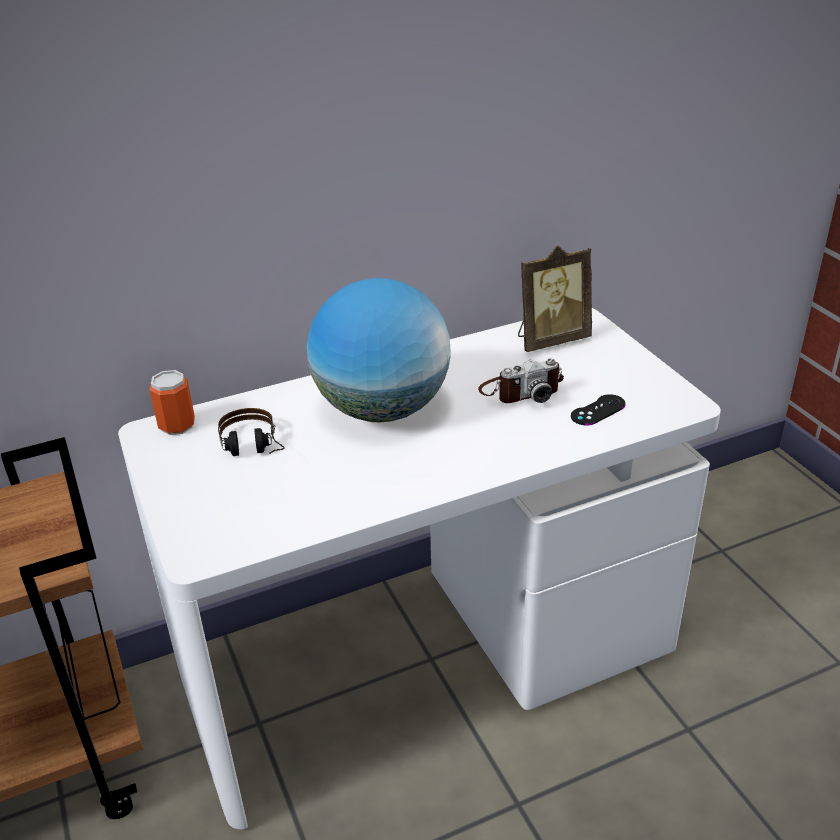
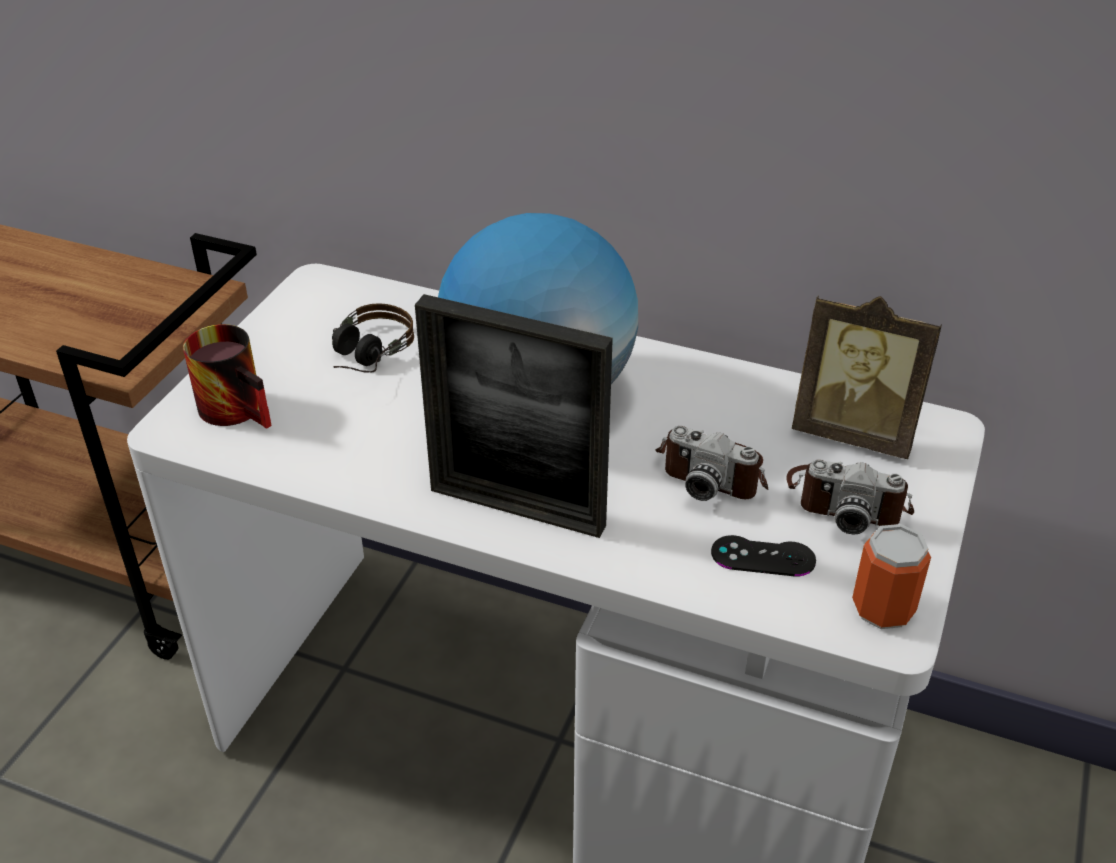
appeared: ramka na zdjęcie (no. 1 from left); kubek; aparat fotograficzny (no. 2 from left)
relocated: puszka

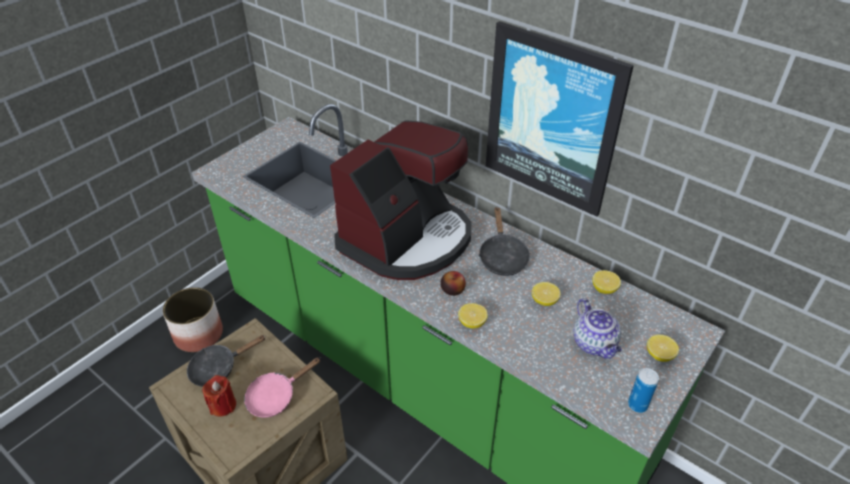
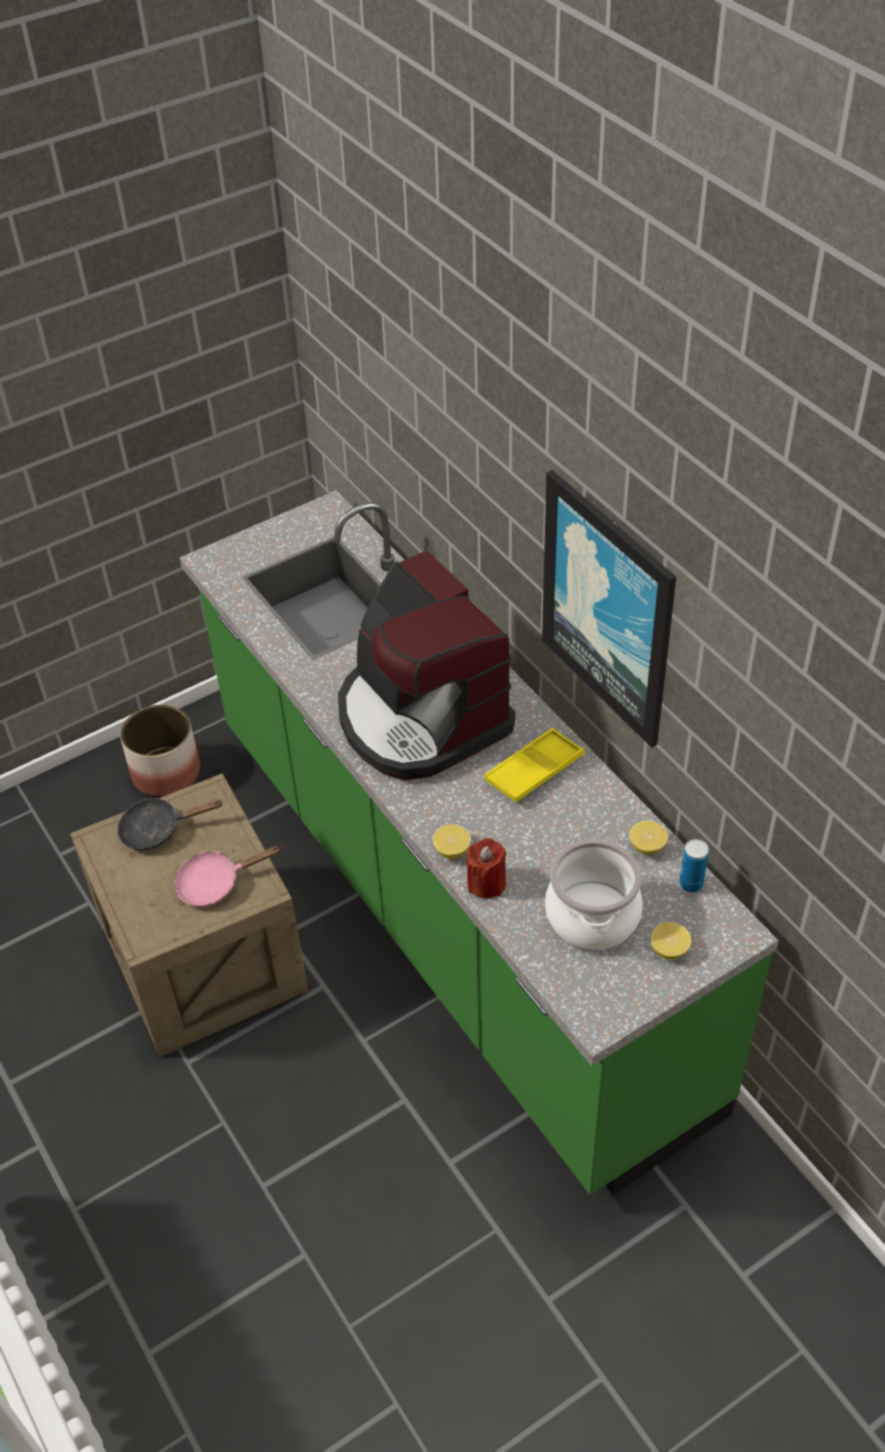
missing: jabłko; cytryna (no. 2 from left)
relocated: puszka; świeca [czerwony]
exchanged: patelnia [czarny] (no. 2 from left) to taca [żółty]; imbryk to garnek
spun: ekspres do kawy 90 degrees clockwise

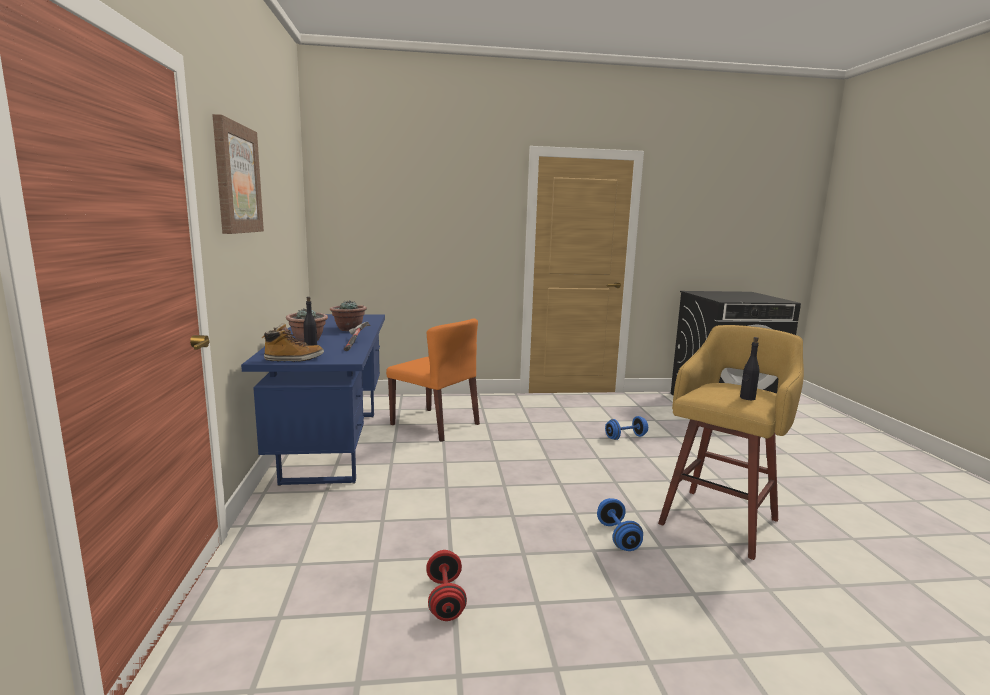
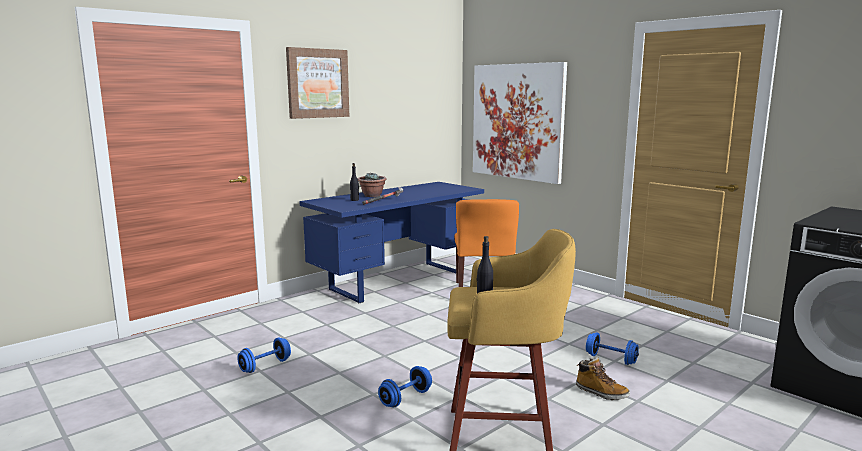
missing: roślina doniczkowa (no. 2 from left)
appeared: obraz (no. 2 from left)
relocated: but z cholewką
colour: hantel [czerwony] to hantel [niebieski] (no. 1 from left)

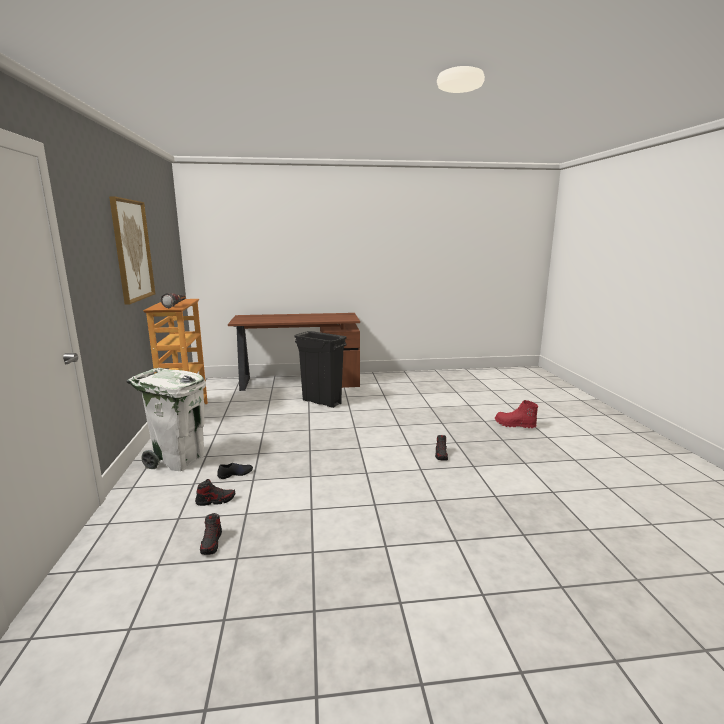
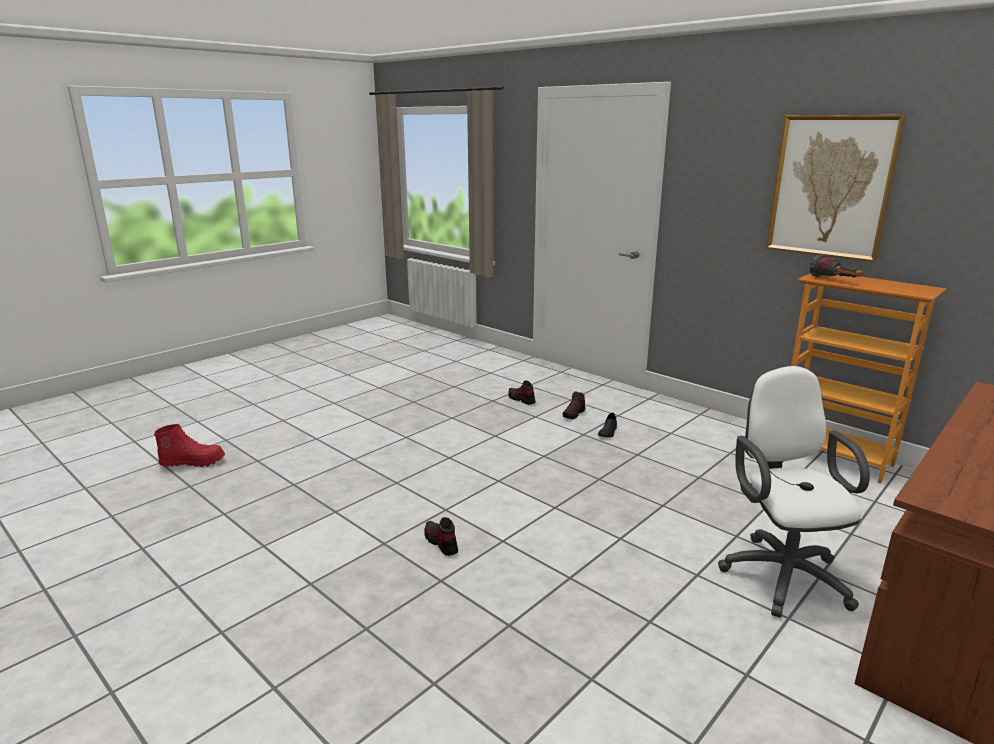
missing: kosz na śmieci [biały]
relocated: but z cholewką [czerwony]
exchanged: kosz na śmieci [czarny] to krzesło biurowe [biały]

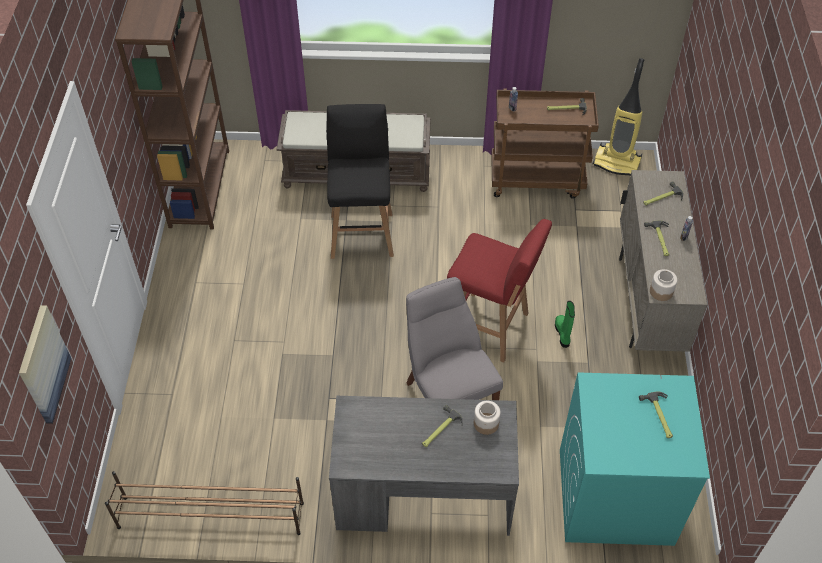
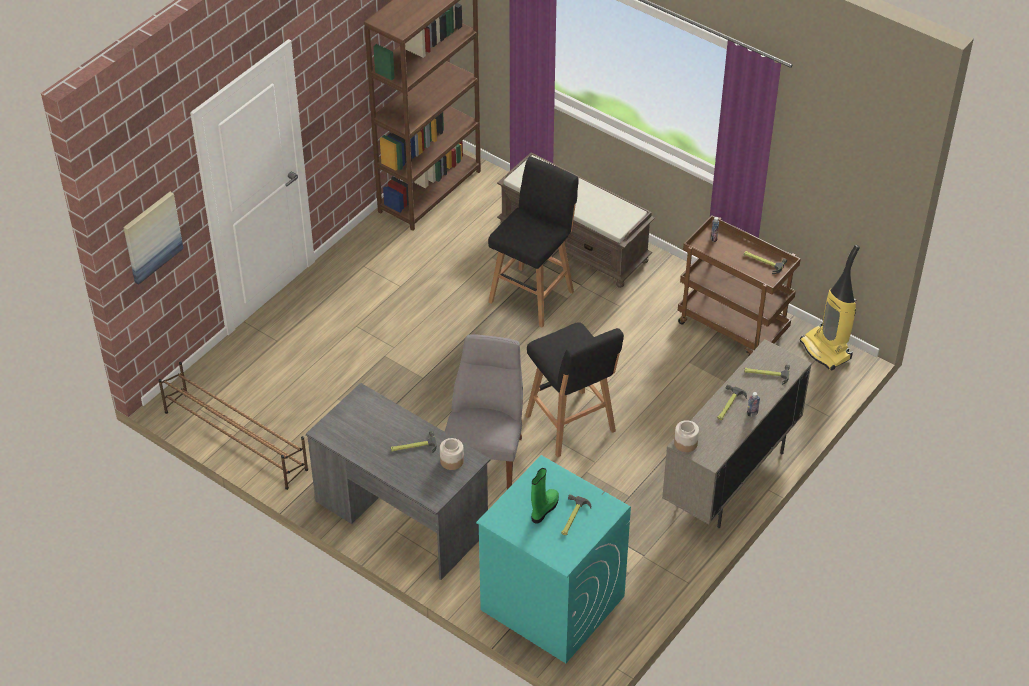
relocated: but z cholewką [zielony]
colour: stołek [czerwony] to stołek [czarny] (no. 2 from left)

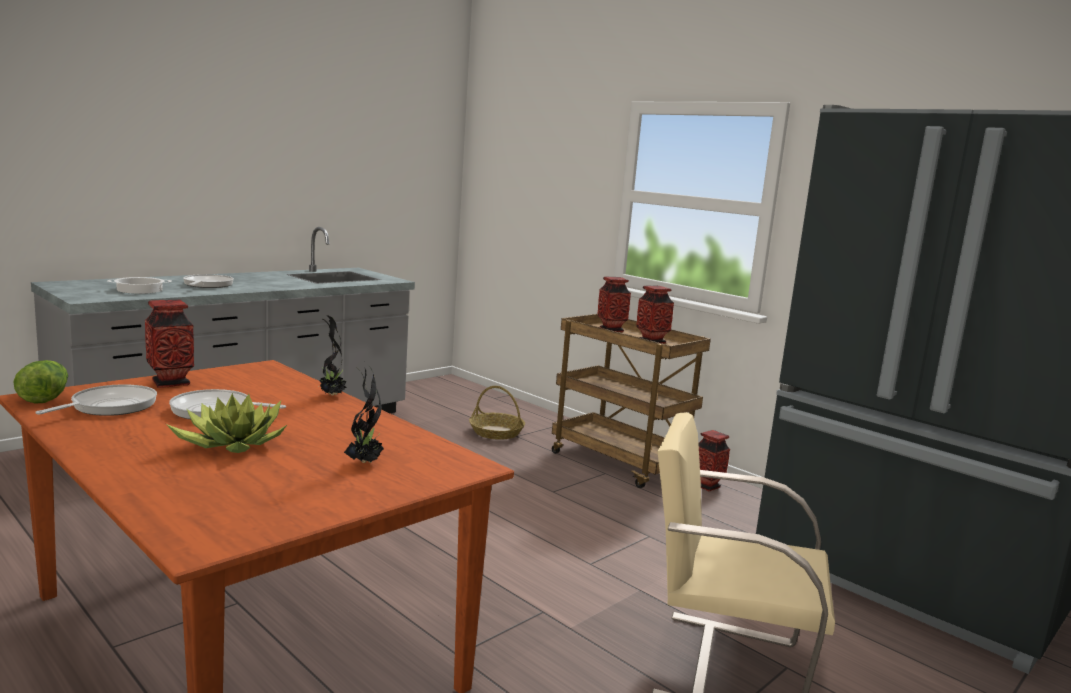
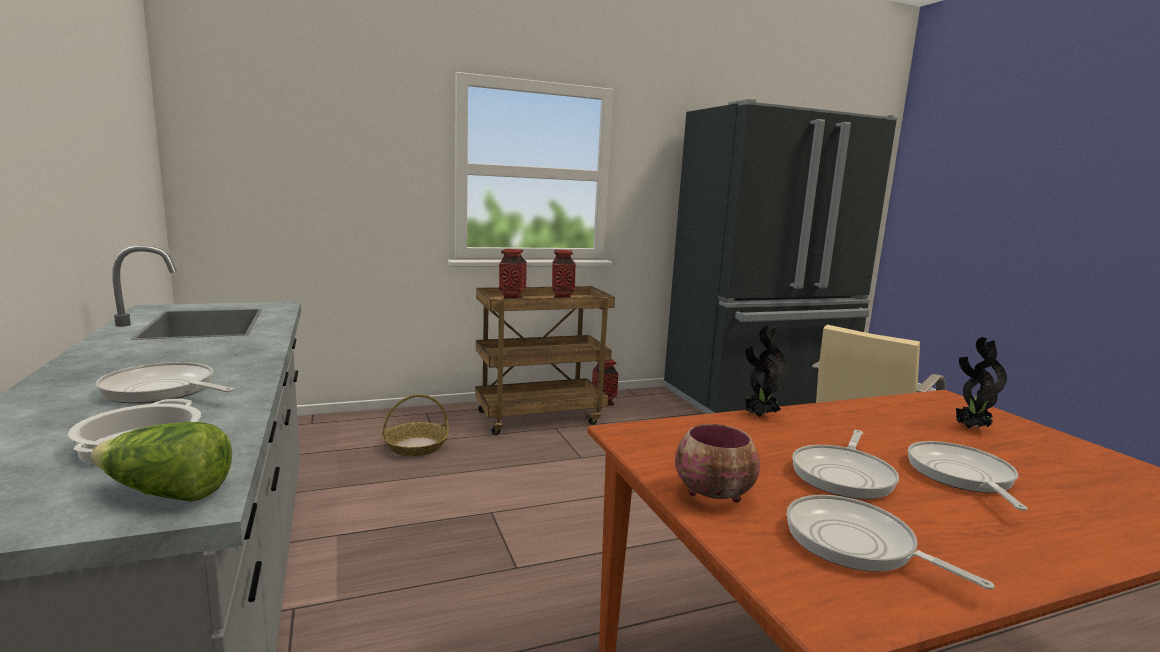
relocated: sałata
exchanged: wazon (no. 1 from left) to miska; roślina doniczkowa (no. 1 from left) to patelnia (no. 4 from left)

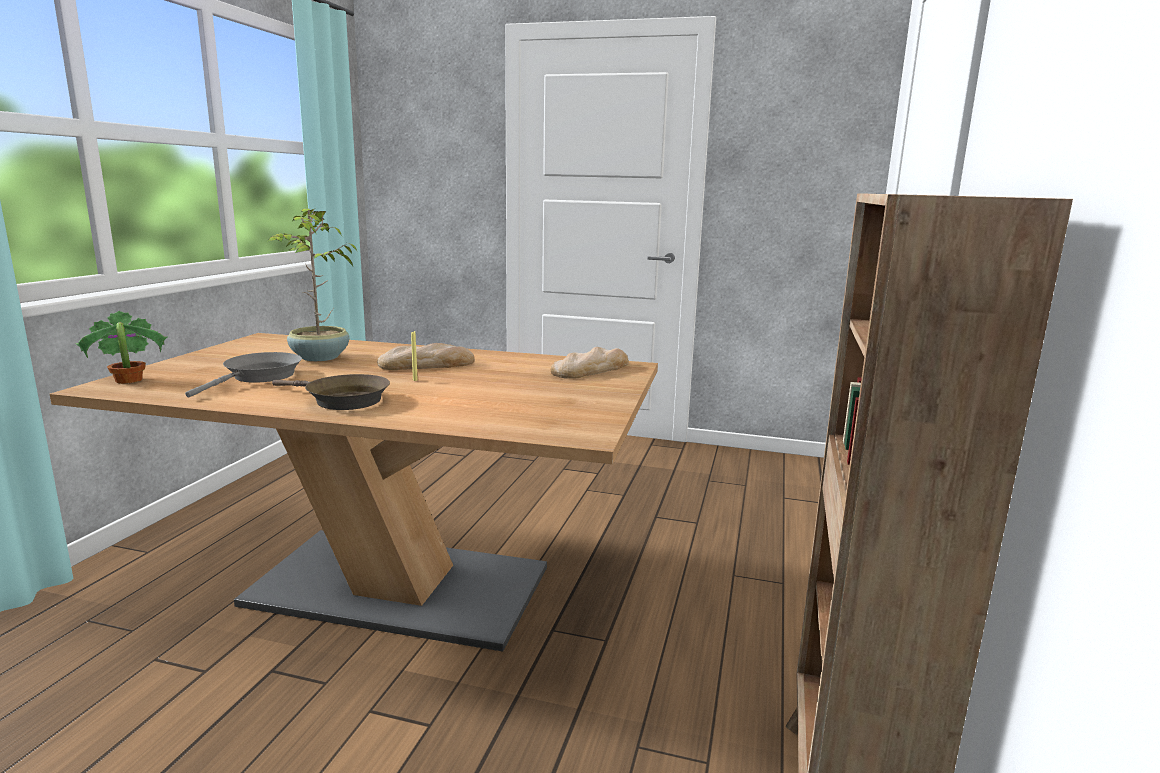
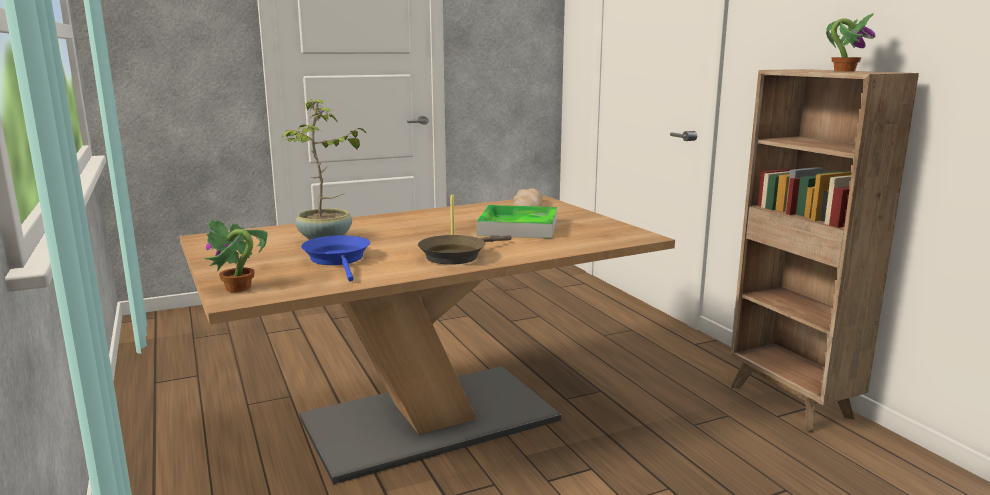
missing: chleb (no. 1 from left)
appeared: roślina doniczkowa (no. 3 from left); taca
colour: patelnia [szary] to patelnia [niebieski]
spun: patelnia [brązowy] 150 degrees clockwise

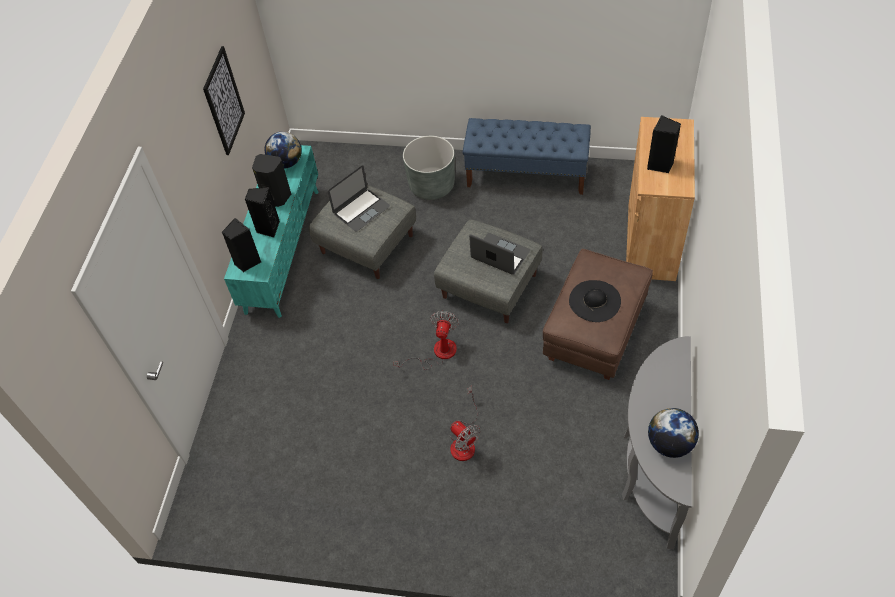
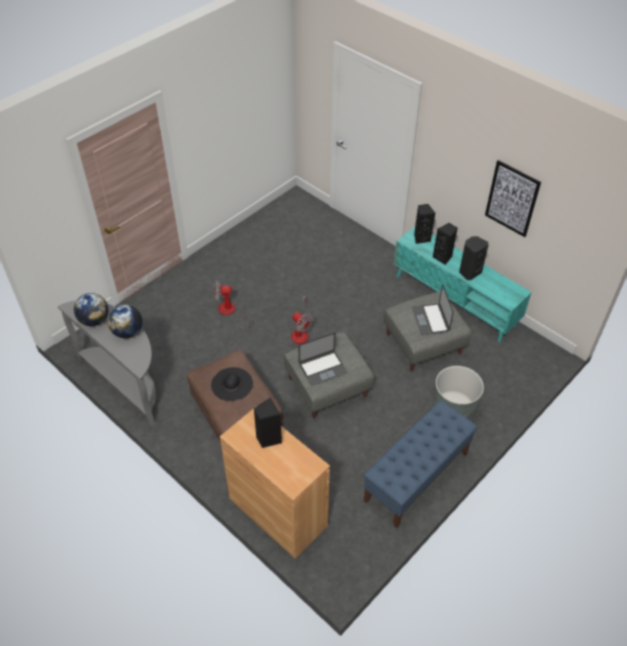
relocated: globus (no. 1 from left in the first image) to globus (no. 2 from left)

